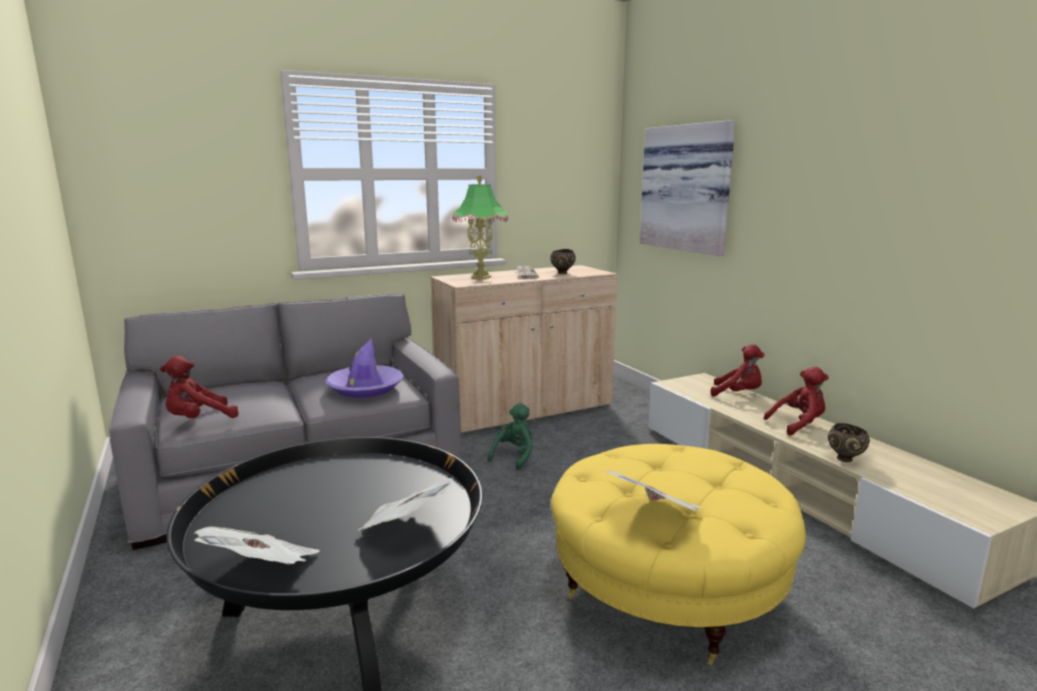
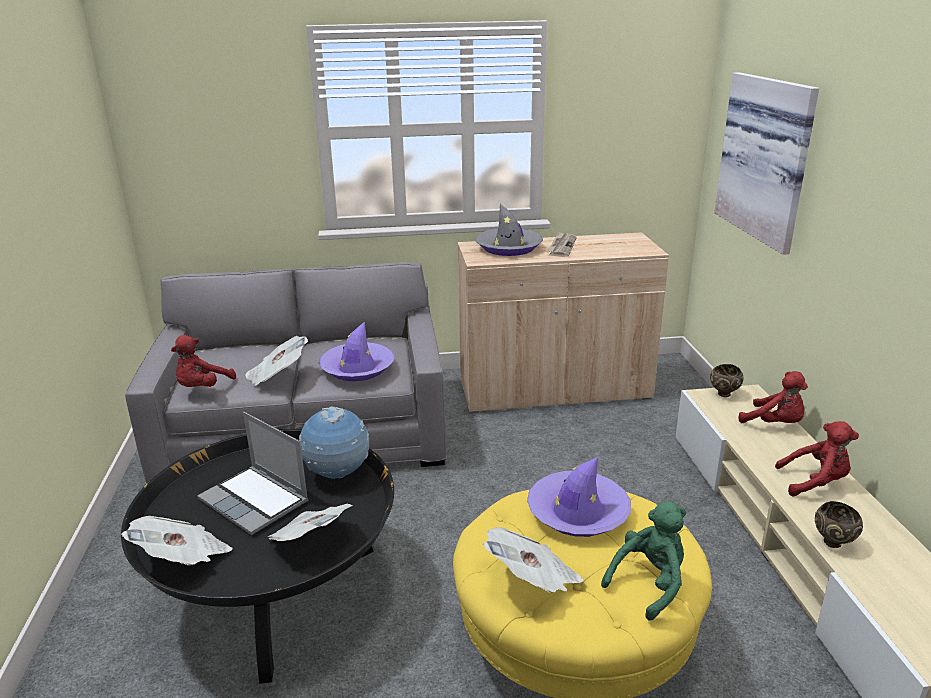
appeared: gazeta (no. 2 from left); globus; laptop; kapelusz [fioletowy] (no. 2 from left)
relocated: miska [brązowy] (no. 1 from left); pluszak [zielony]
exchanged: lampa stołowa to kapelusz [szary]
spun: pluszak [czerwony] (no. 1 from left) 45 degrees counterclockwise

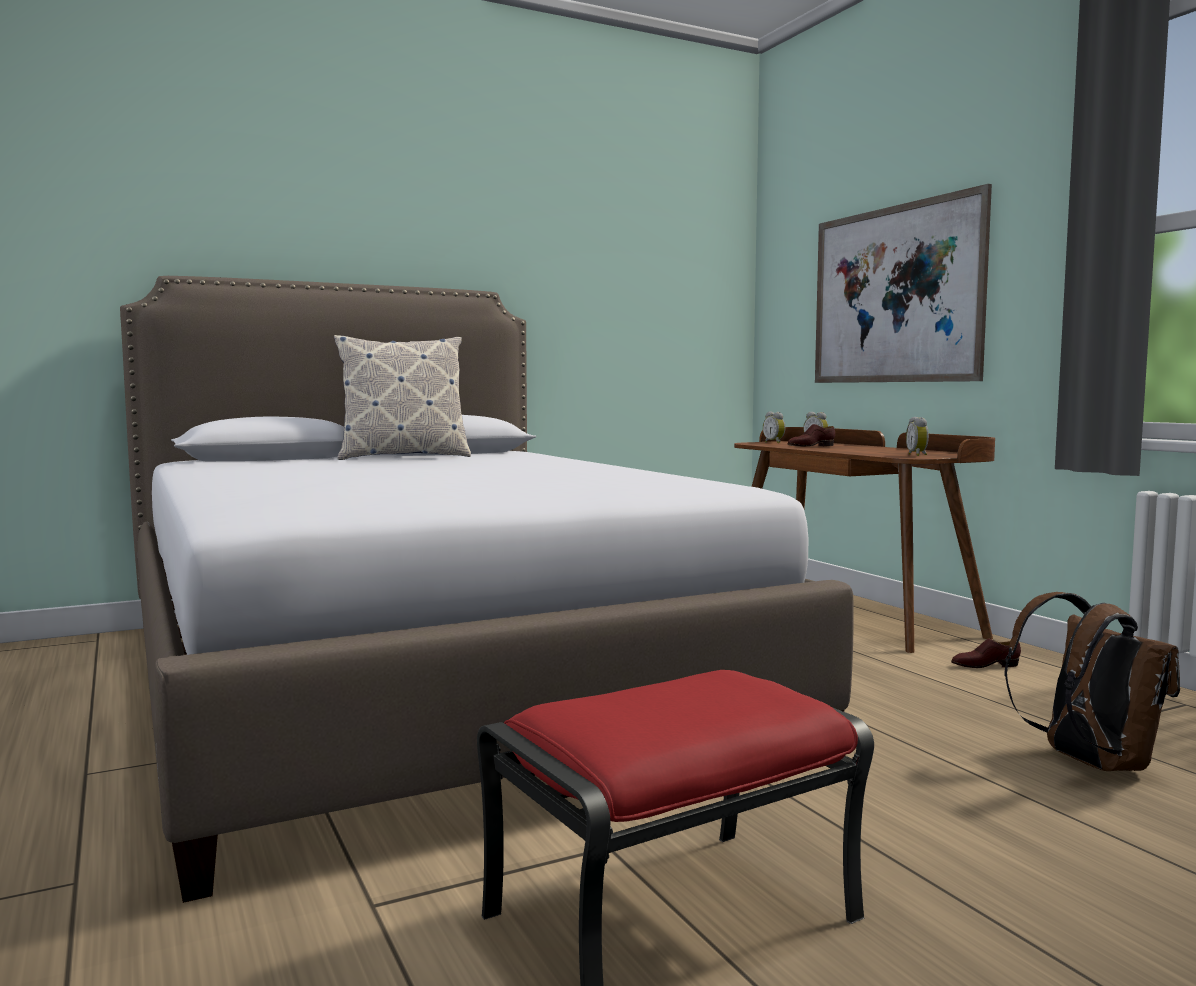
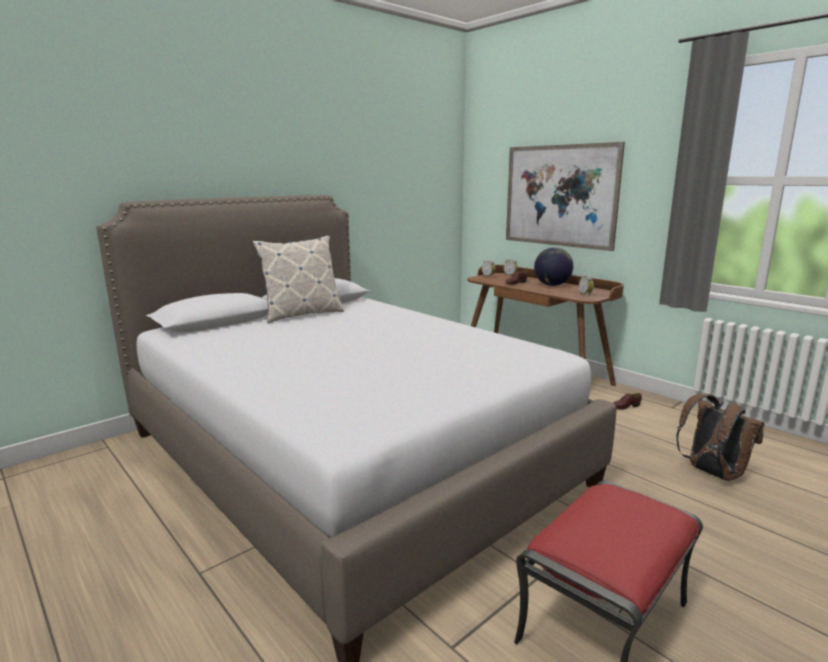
appeared: globus

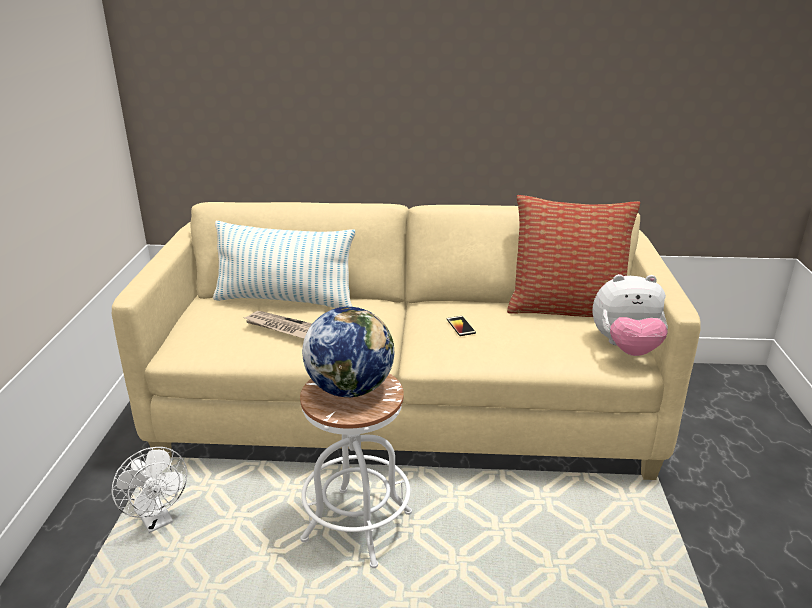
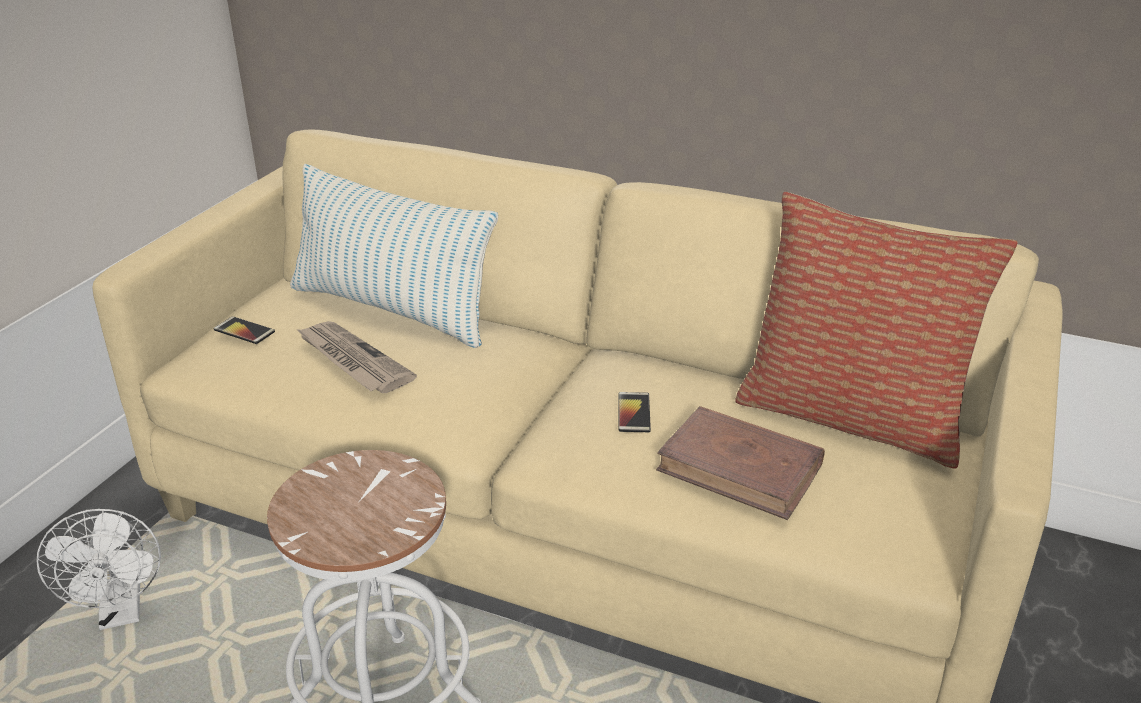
missing: pluszak; globus
appeared: telefon (no. 1 from left); książka [brązowy]

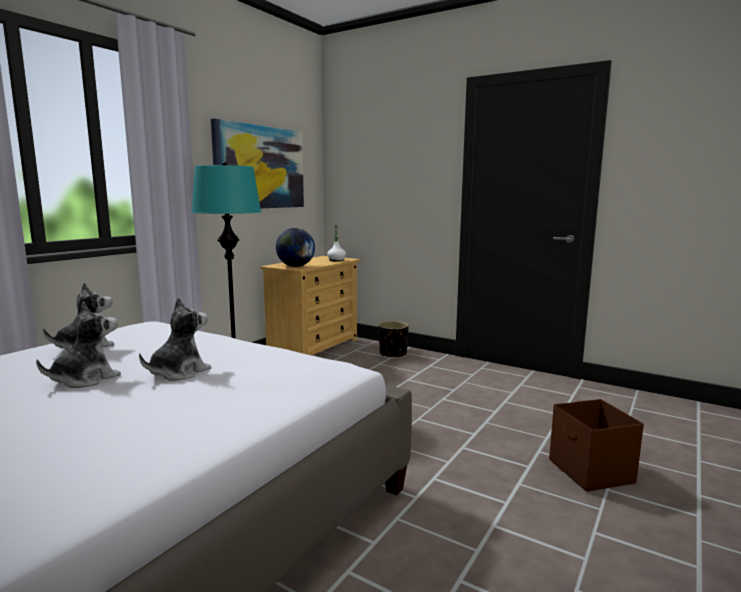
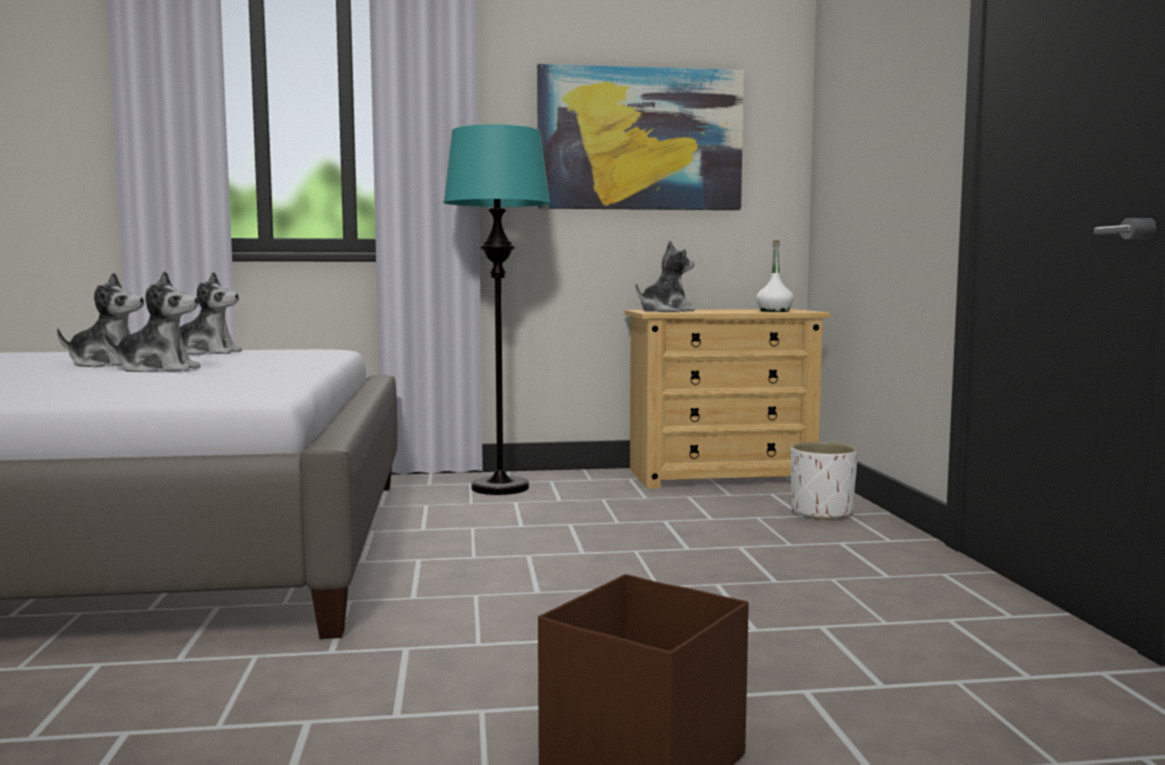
exchanged: globus to pluszak (no. 4 from left)
colour: donica [czarny] to donica [biały]

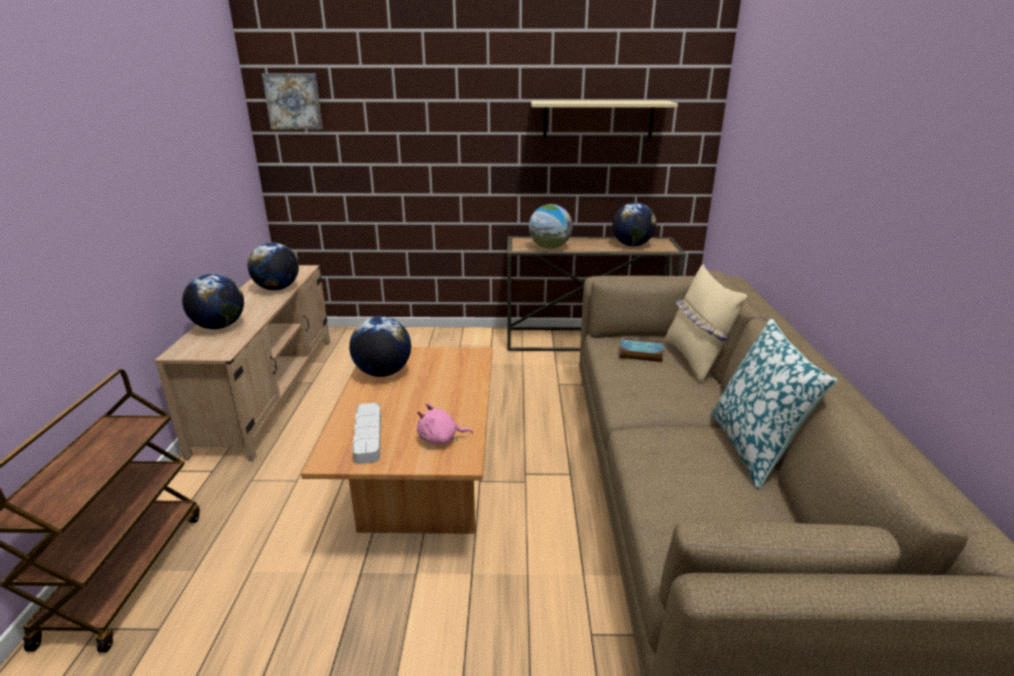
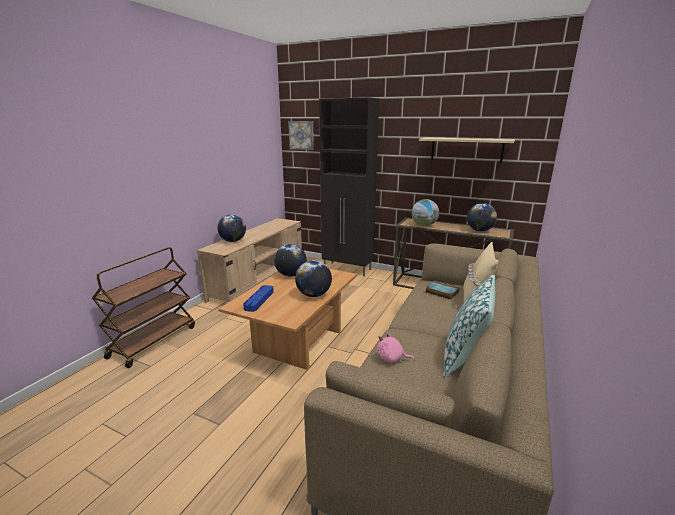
appeared: szafka [czarny]
relocated: globus (no. 2 from left in the first image) to globus (no. 3 from left); pluszak [różowy]
colour: taca [szary] to taca [niebieski]

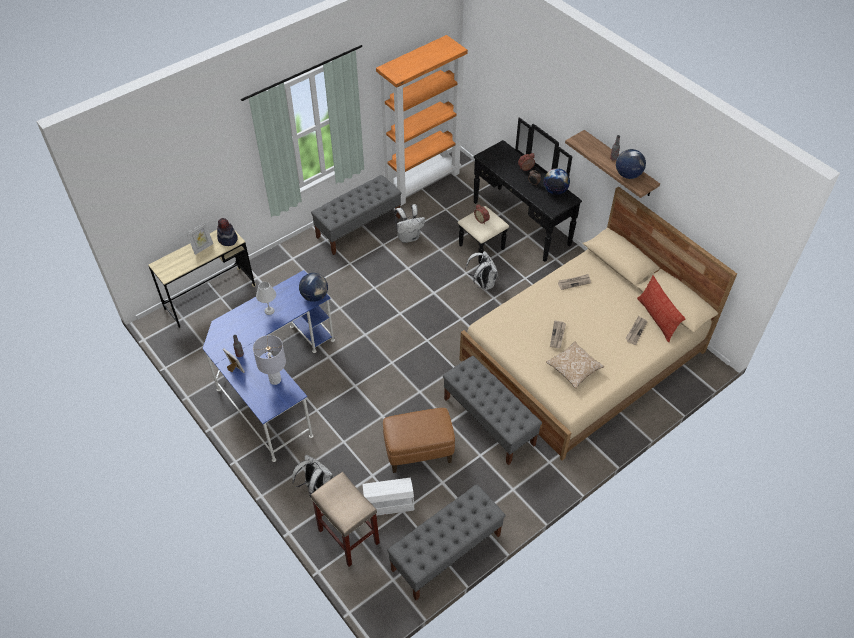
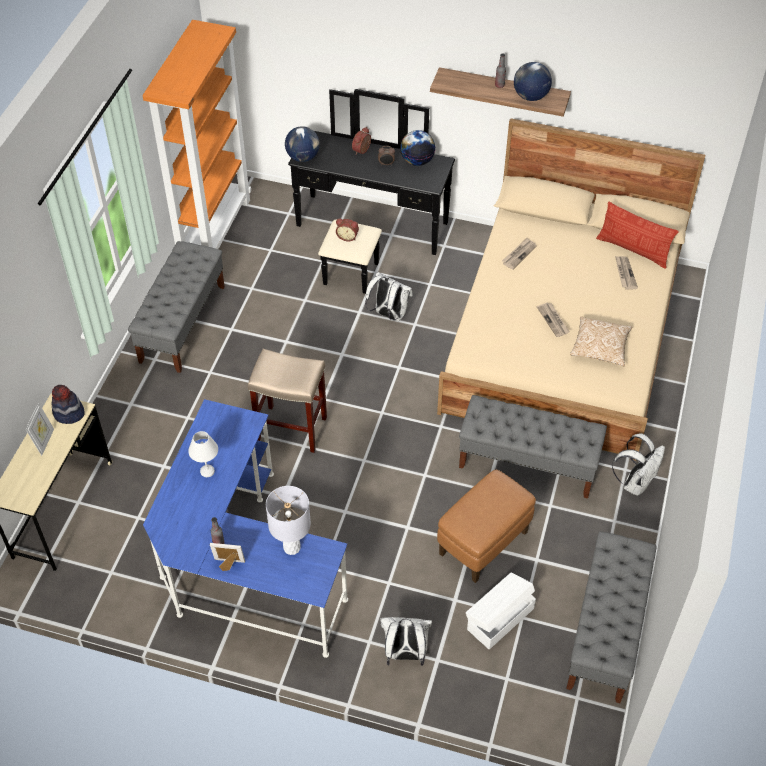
relocated: plecak [biały] (no. 2 from left in the first image) to plecak [biały] (no. 3 from left); globus (no. 1 from left); stołek [beżowy]

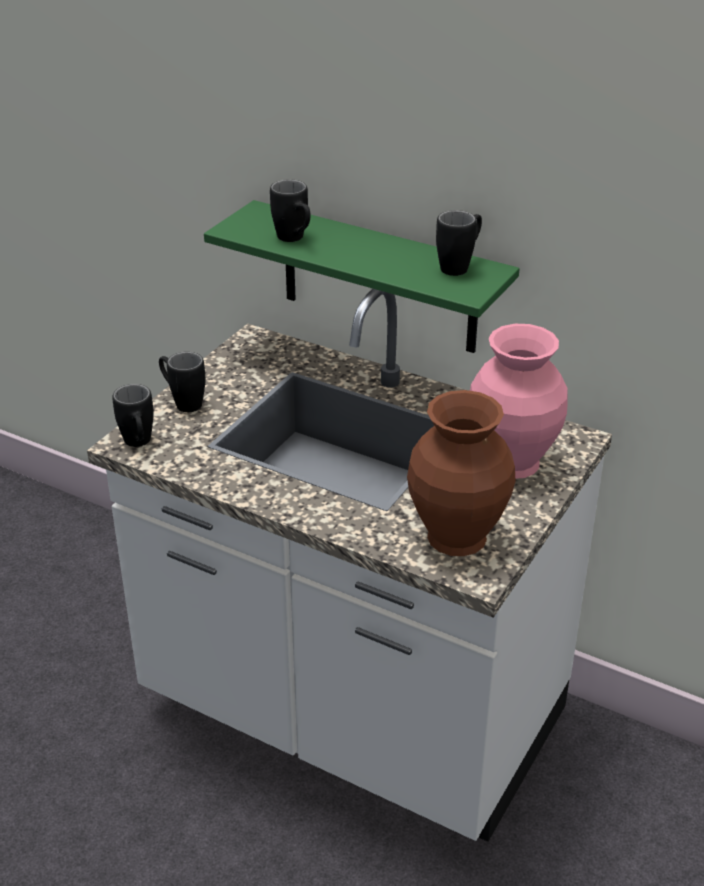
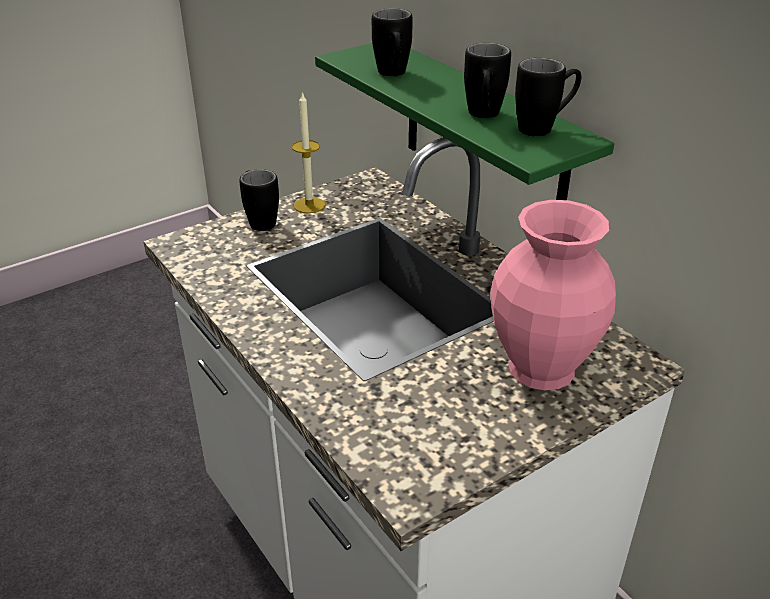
missing: wazon [brązowy]
appeared: świeca
relocated: kubek [czarny] (no. 1 from left in the first image) to kubek [czarny] (no. 3 from left)

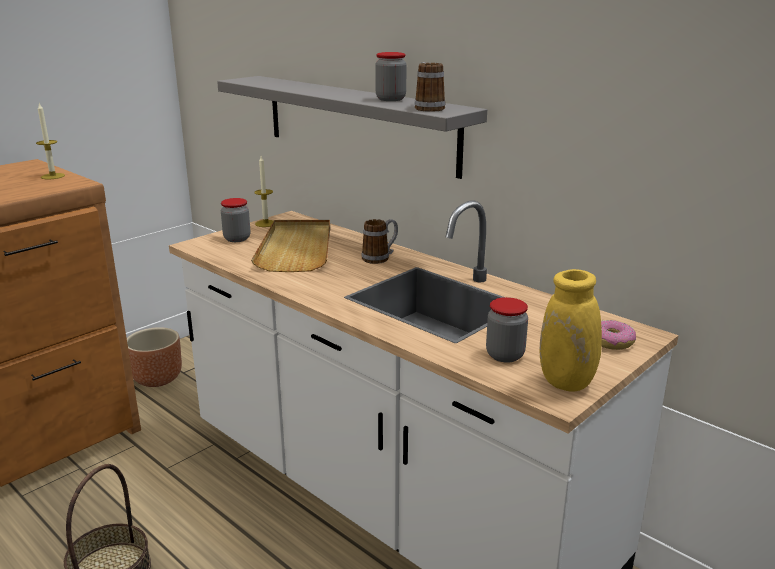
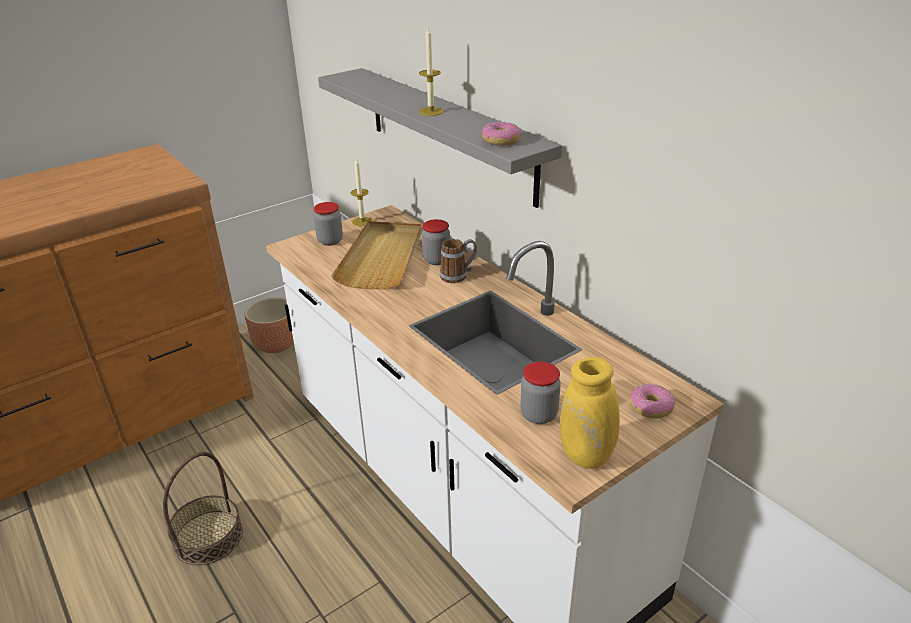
relocated: słoik (no. 2 from left); świeca (no. 1 from left in the first image) to świeca (no. 2 from left)
exchanged: kubek (no. 2 from left) to donut (no. 1 from left)

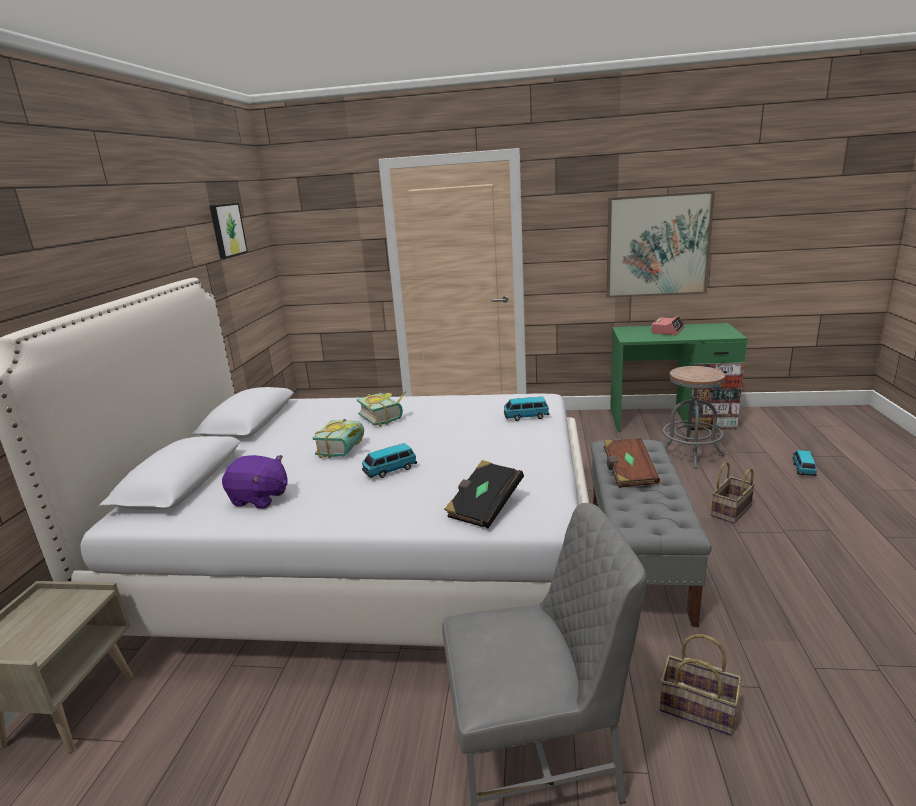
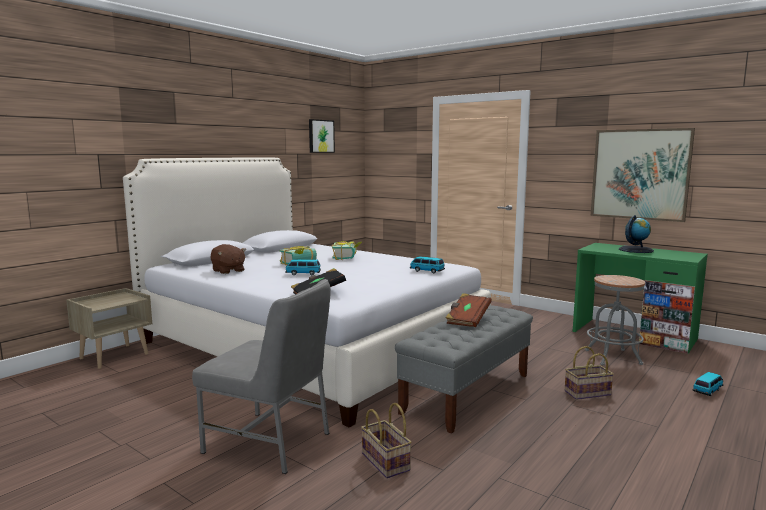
exchanged: budzik to globus
colour: pluszak [fioletowy] to pluszak [brązowy]

